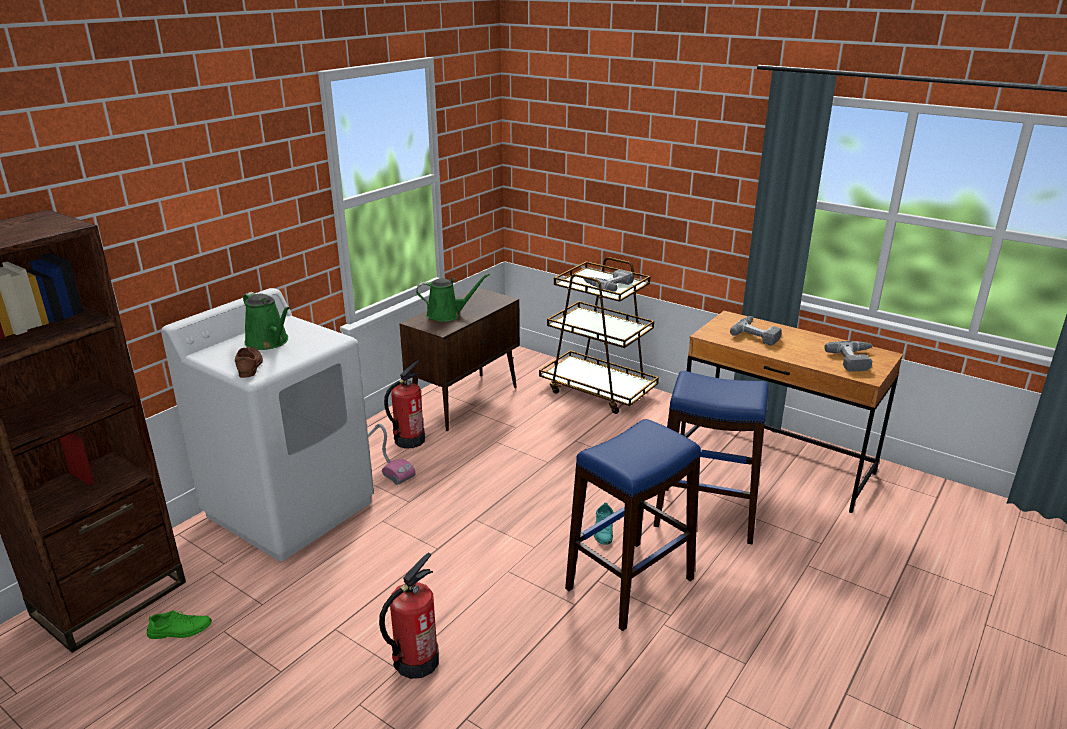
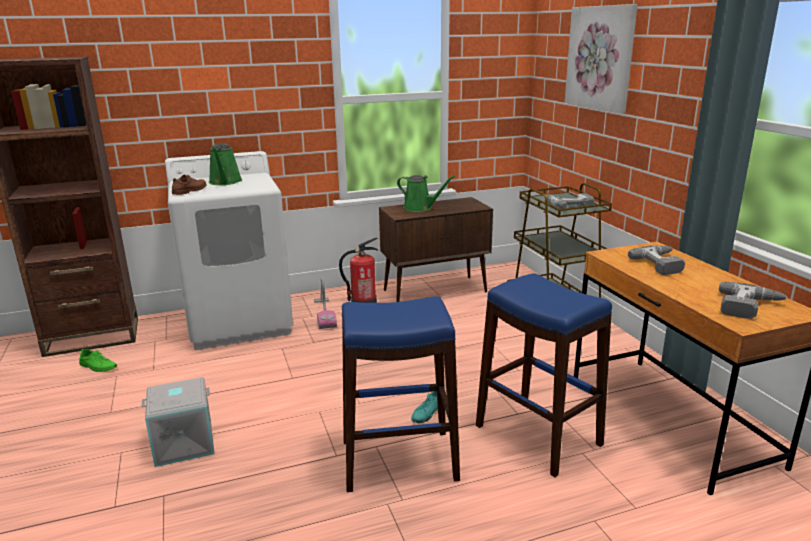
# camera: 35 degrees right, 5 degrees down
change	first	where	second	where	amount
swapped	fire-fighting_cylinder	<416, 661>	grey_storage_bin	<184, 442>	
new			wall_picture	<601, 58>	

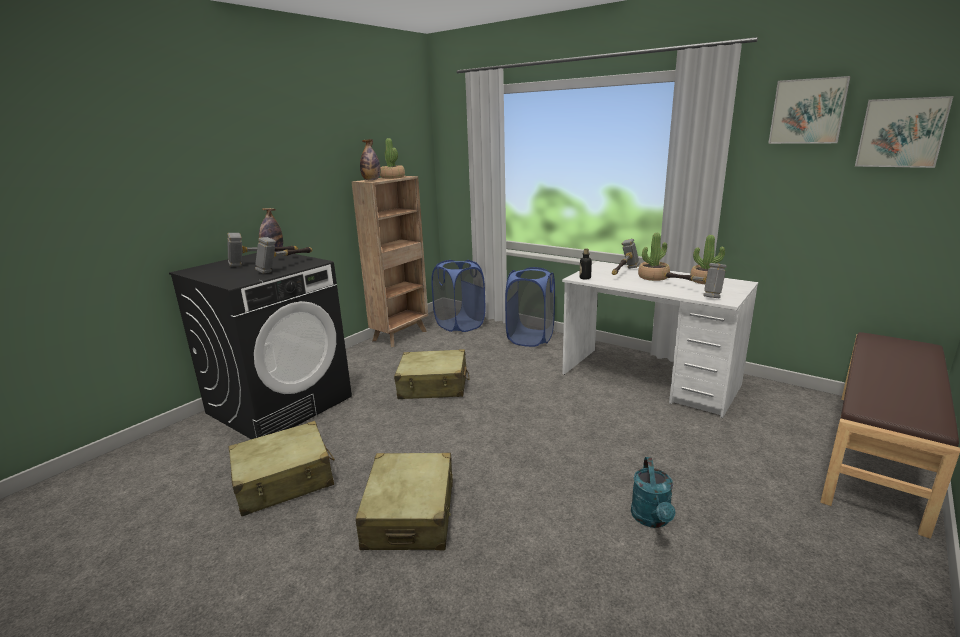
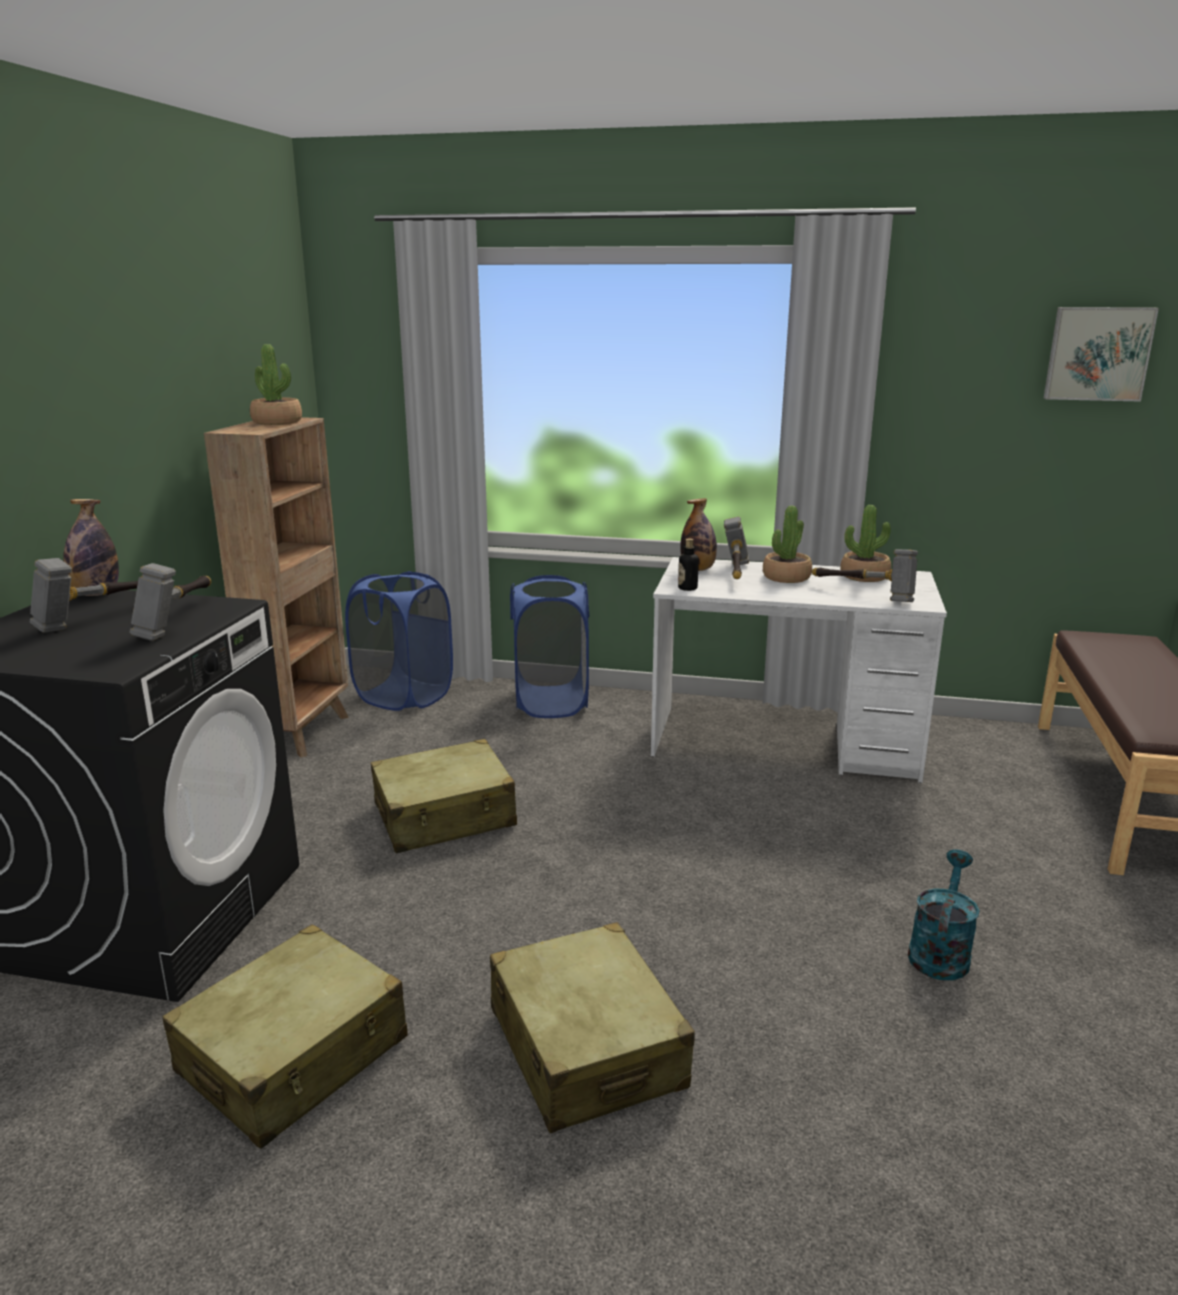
# camera: 25 degrees left, 0 degrees up
change	first	where	second	where	amount
shifted	bottle	<371, 180>		<698, 569>	
rotated	turquoise-coloured_sprinkling_can	<652, 519>		<940, 951>	135 degrees counterclockwise
gone	wall_picture	<808, 111>			

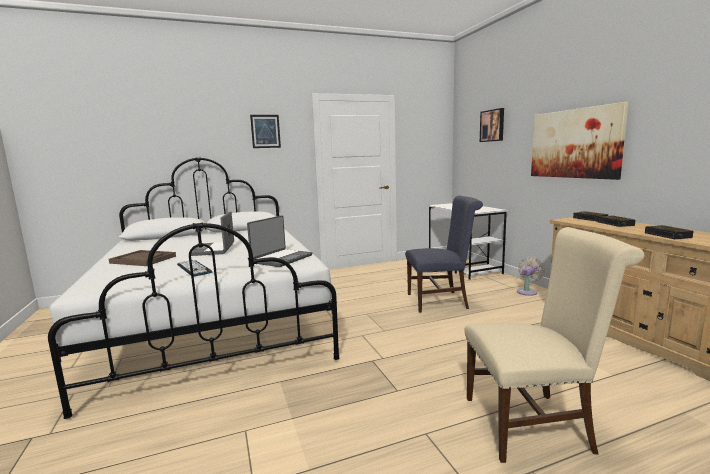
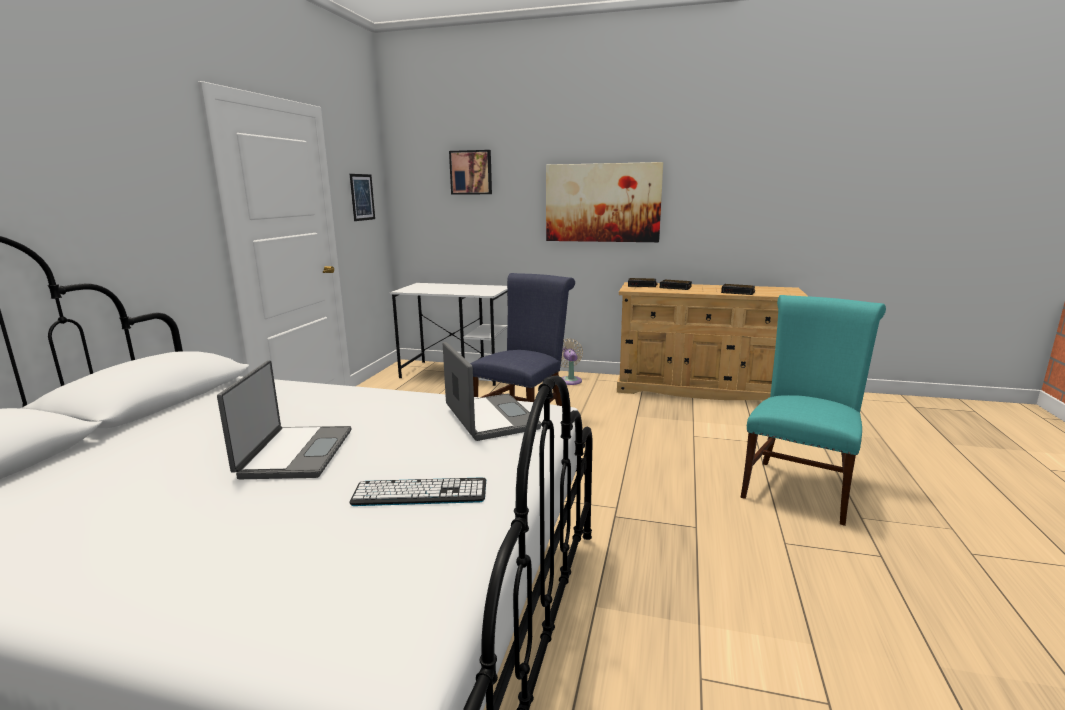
# camera: 55 degrees left, 5 degrees up
change	first	where	second	where	amount
gone	brown_carrying_tray	<143, 260>			
rotated	notebook_computer	<214, 249>		<294, 453>	120 degrees counterclockwise
shifted	wall_picture	<265, 131>		<362, 197>	
repainted	beige-coloured_upright_chair	<534, 423>	turquoise-coloured_upright_chair	<799, 487>	

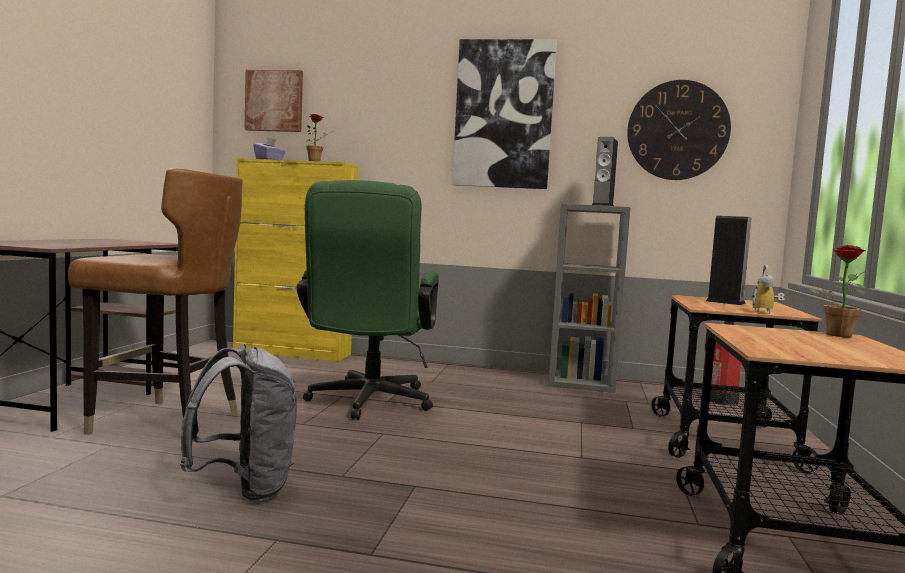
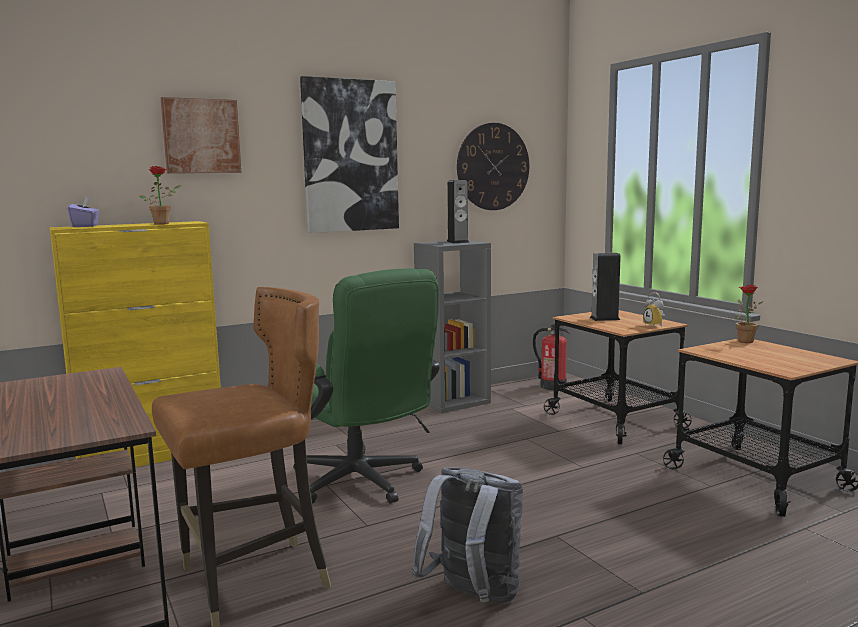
# camera: 40 degrees left, 5 degrees up
change	first	where	second	where	amount
shifted	wall_picture	<274, 101>		<201, 136>	

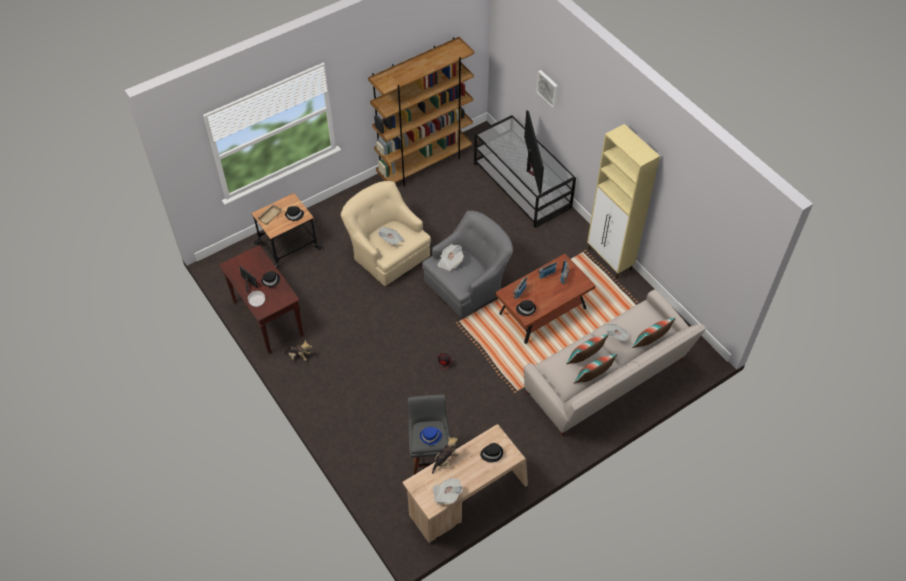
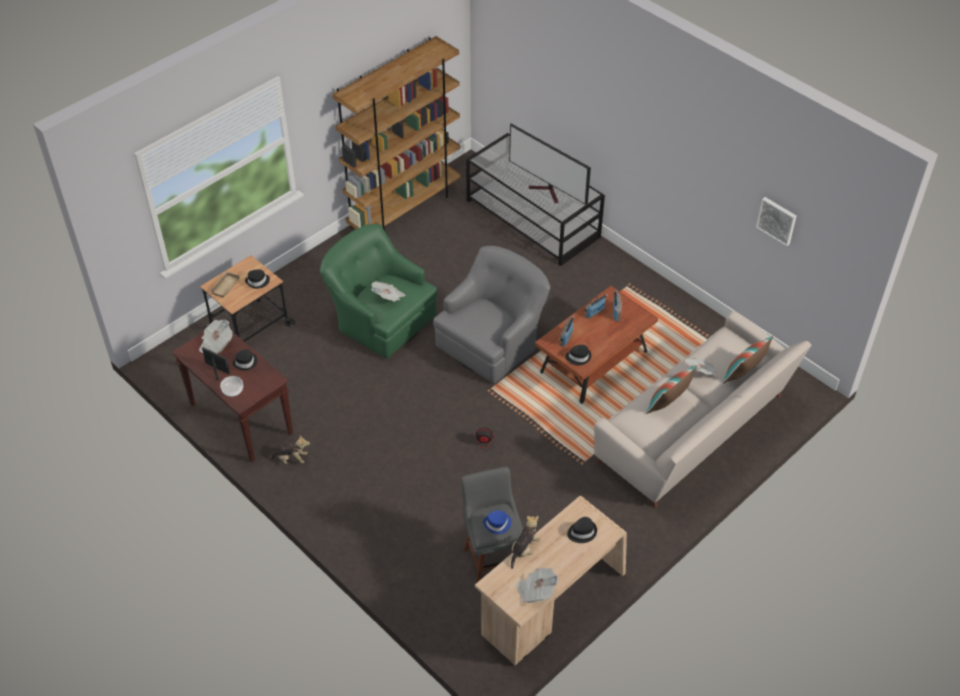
# camera: 10 degrees left, 5 degrees down
change	first	where	second	where	amount
repainted	beige-coloured_armchair	<387, 253>	green-coloured_armchair	<380, 319>	
shifted	newspaper	<450, 262>		<216, 344>	
rotated	TV	<532, 169>		<548, 192>	150 degrees clockwise
shifted	wall_picture	<548, 88>		<777, 220>	
gone	pillow	<592, 378>			
gone	beige-coloured_storage_cabinet	<610, 260>			

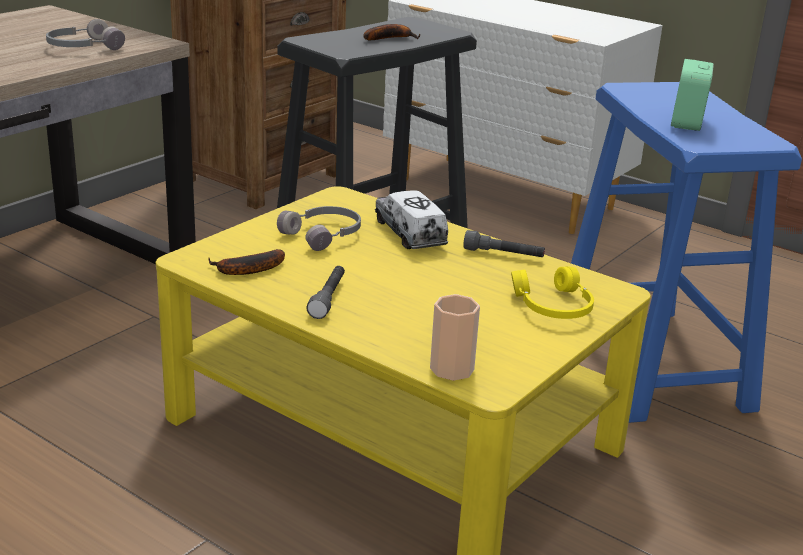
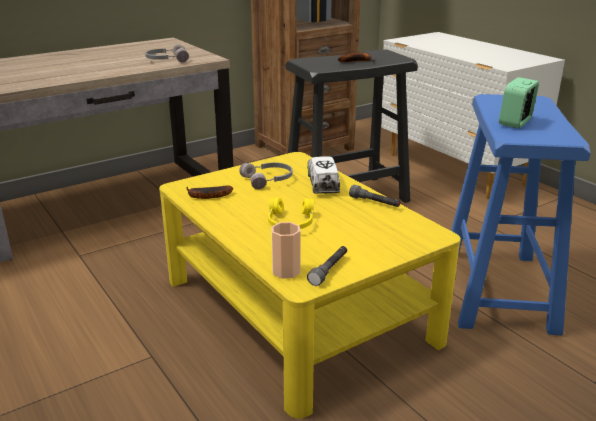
# camera: 20 degrees right, 0 degrees up
change	first	where	second	where	amount
shifted	grey_torch	<328, 299>		<329, 270>	
shifted	yellow_headphones	<552, 307>		<290, 222>	

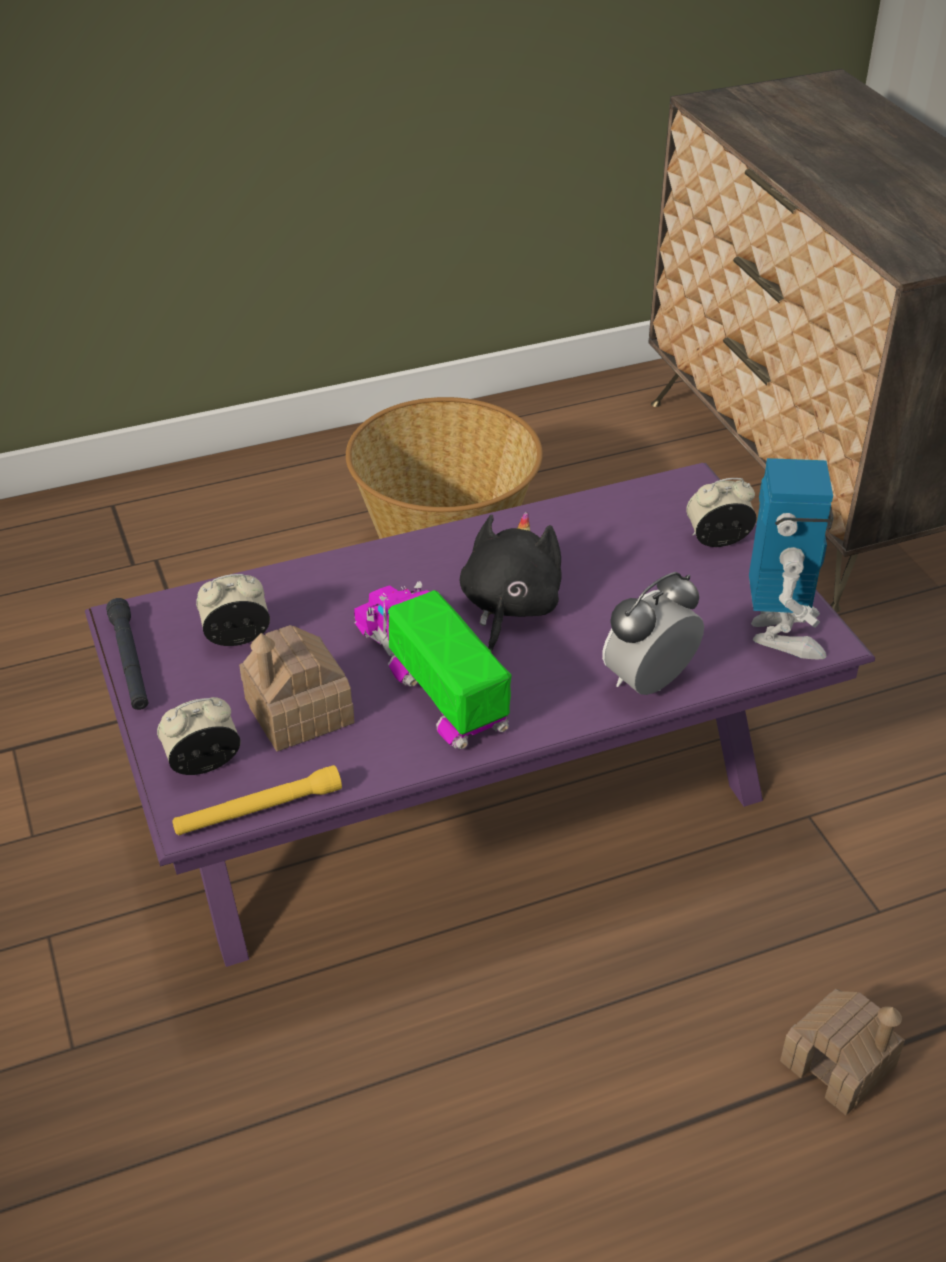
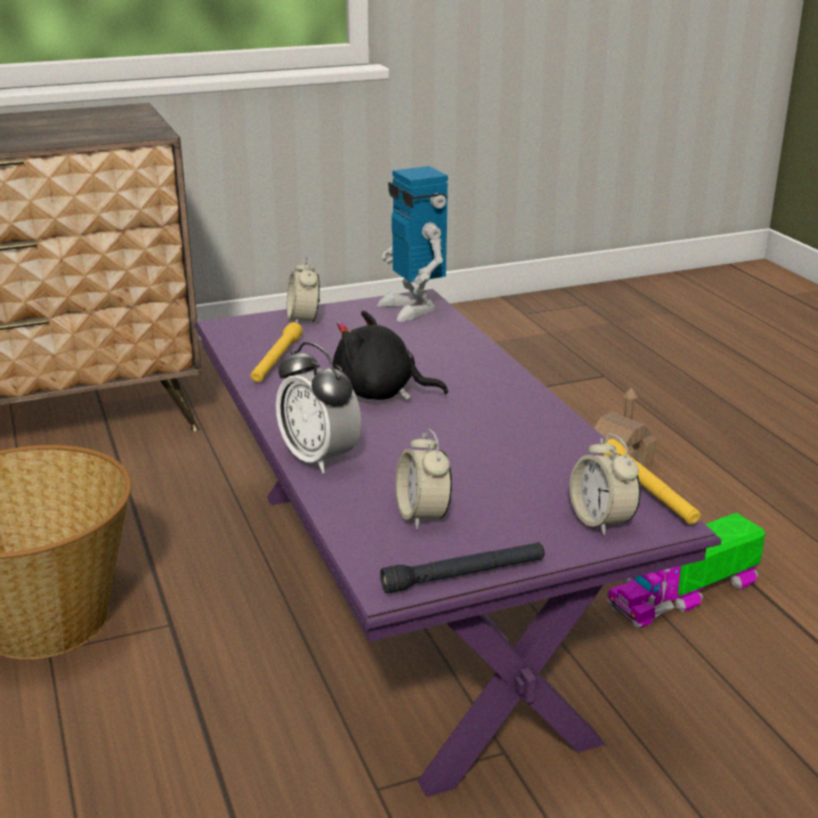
# camera: 90 degrees left, 15 degrees down
change	first	where	second	where	amount
gone	miniature_house	<298, 711>			
shifted	toy_lorry	<430, 678>		<684, 594>	
shifted	table_clock	<649, 682>		<319, 458>	
rotated	model_robot	<781, 632>		<413, 308>	120 degrees counterclockwise
new			yellow_torch	<276, 360>	

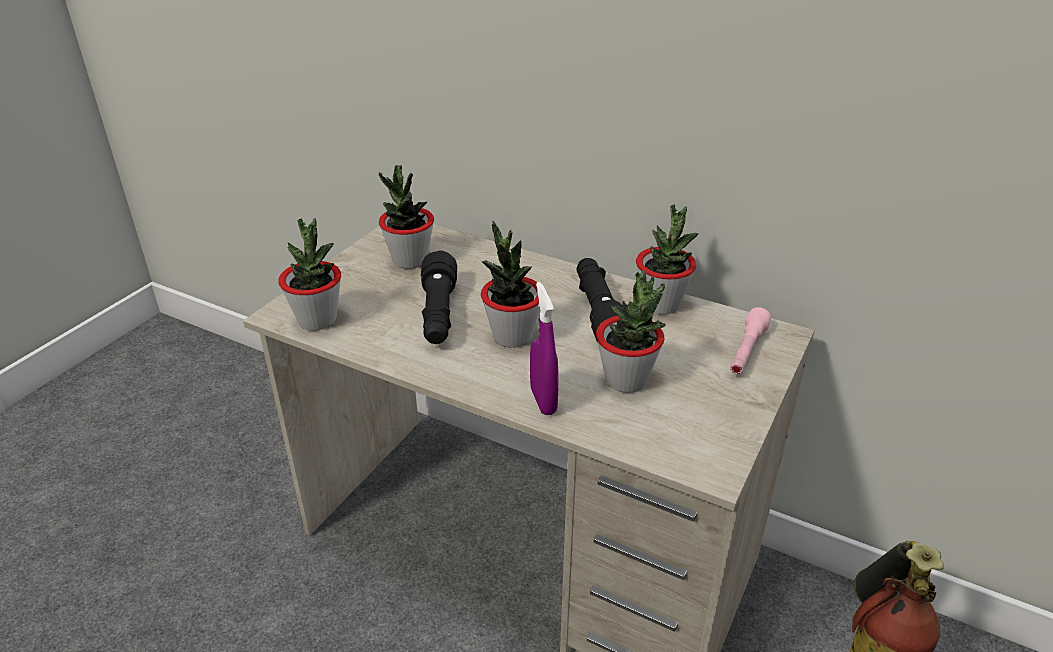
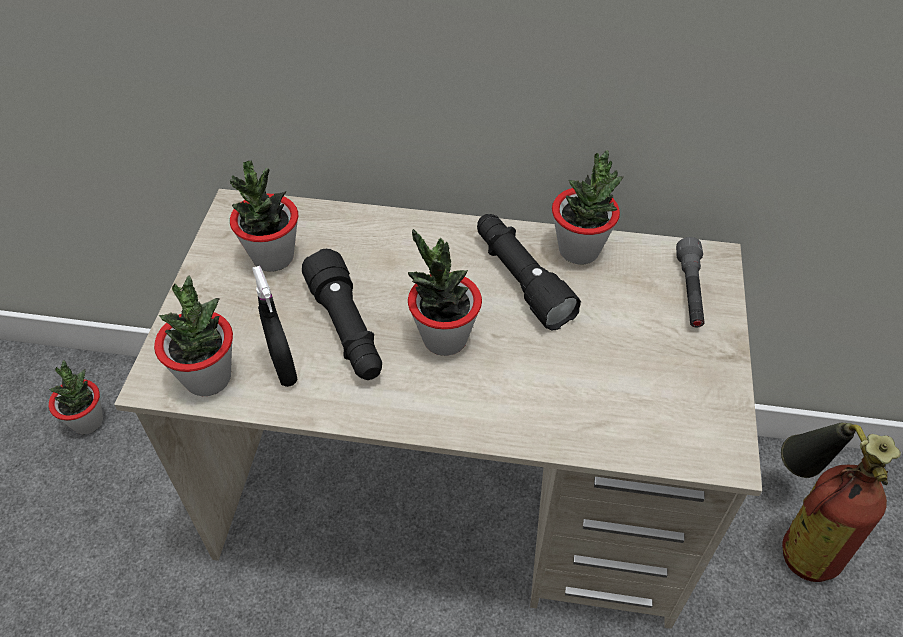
# camera: 20 degrees left, 15 degrees up
change	first	where	second	where	amount
gone	purple-coloured_sprayer	<543, 401>			
shifted	houseplant	<626, 380>		<88, 422>	
repainted	pinkish_torch	<746, 351>	grey_torch	<690, 291>	
new			blackish_sprayer	<284, 368>	

